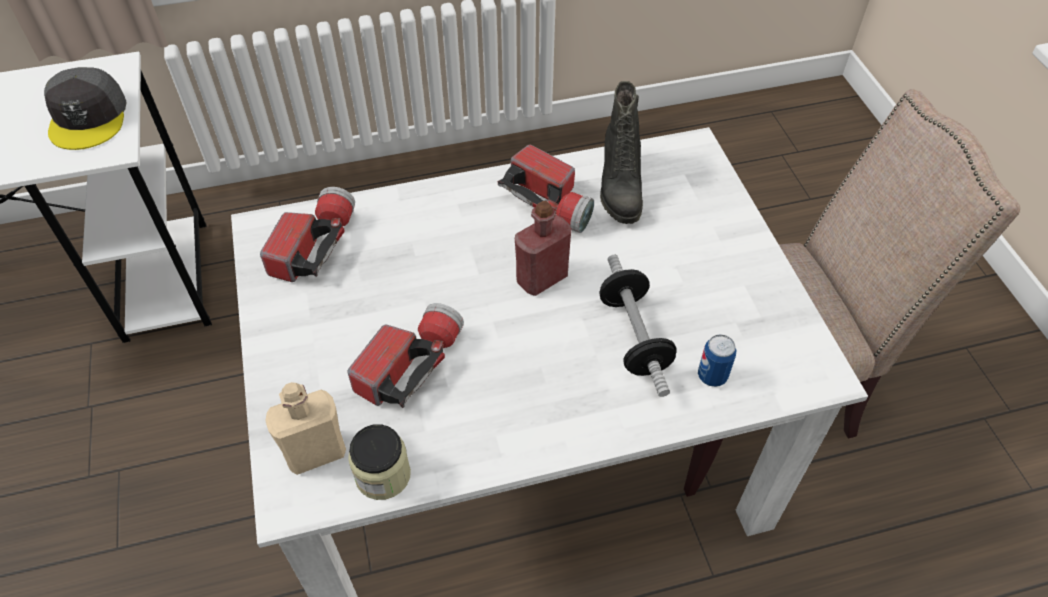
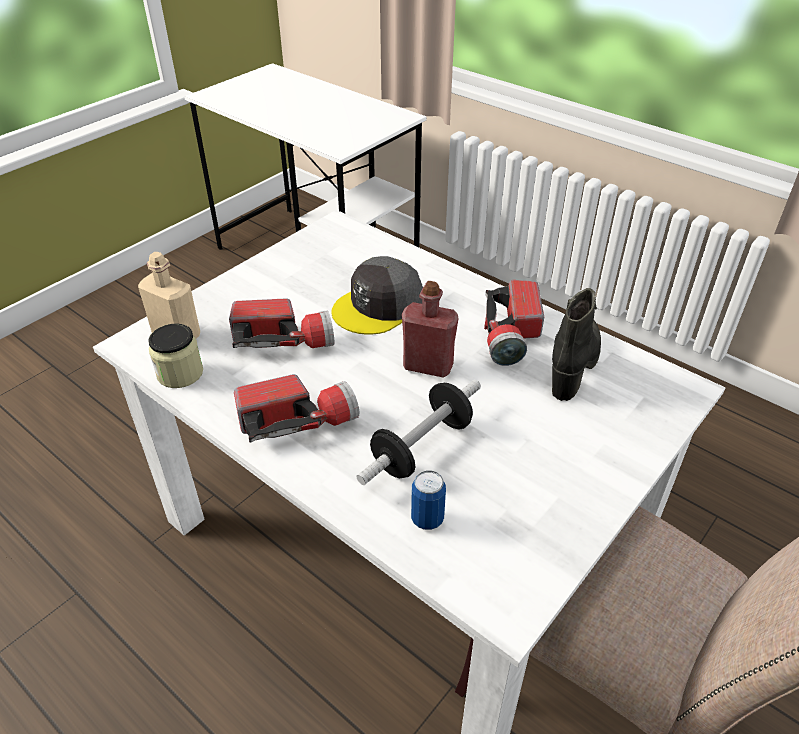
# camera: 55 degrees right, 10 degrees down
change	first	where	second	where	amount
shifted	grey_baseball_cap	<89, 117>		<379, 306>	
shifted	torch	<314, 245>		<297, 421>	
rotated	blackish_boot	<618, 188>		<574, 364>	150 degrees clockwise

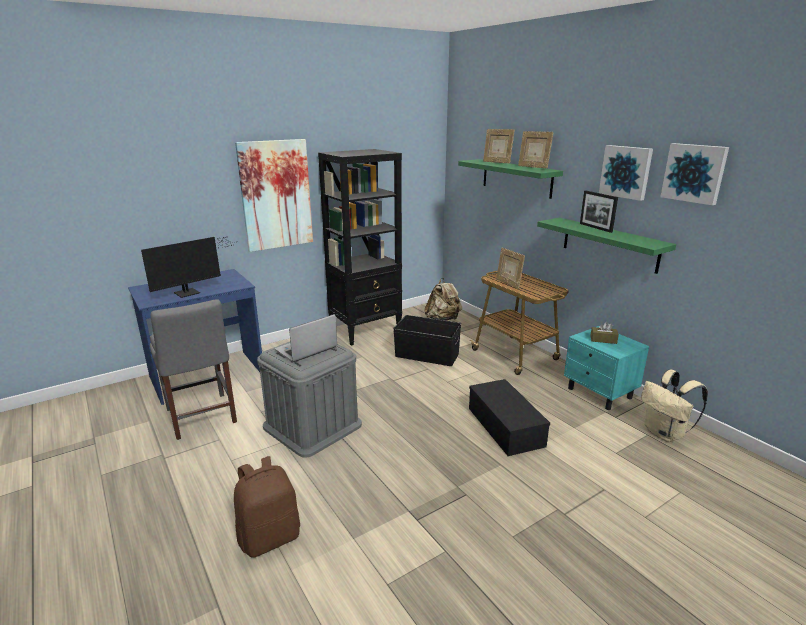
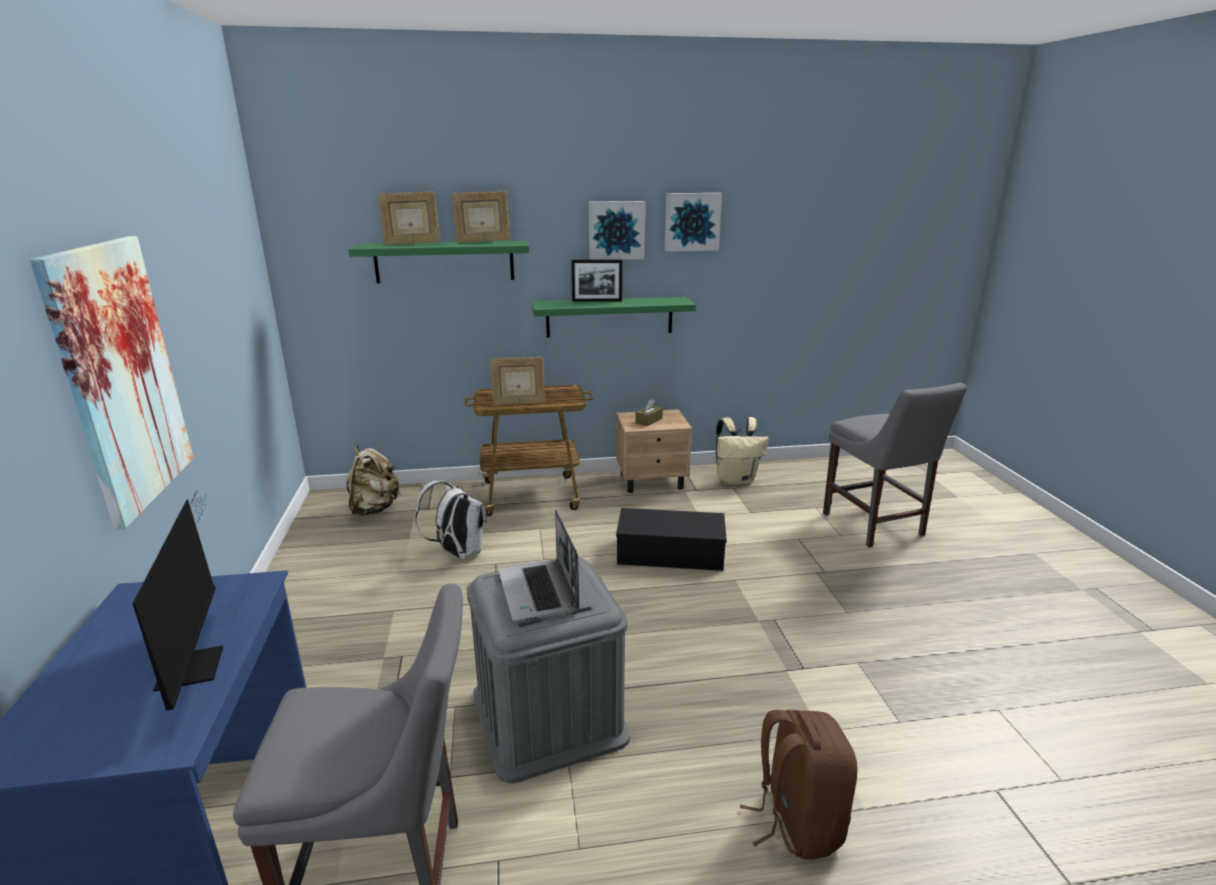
# camera: 65 degrees left, 0 degrees up
change	first	where	second	where	amount
gone	blackish_bookshelf	<366, 330>			
swapped	blackish_storage_bin	<426, 355>	whitish_rucksack	<458, 553>	
repainted	turquoise-coloured_night_table	<600, 393>	beige-coloured_night_table	<652, 481>	
new			grey_upright_chair	<875, 526>	

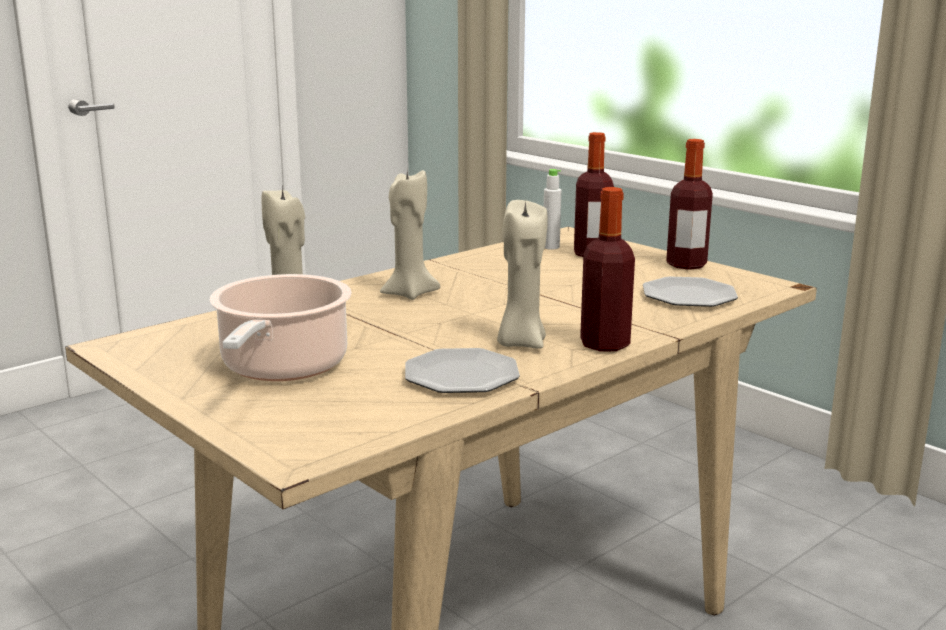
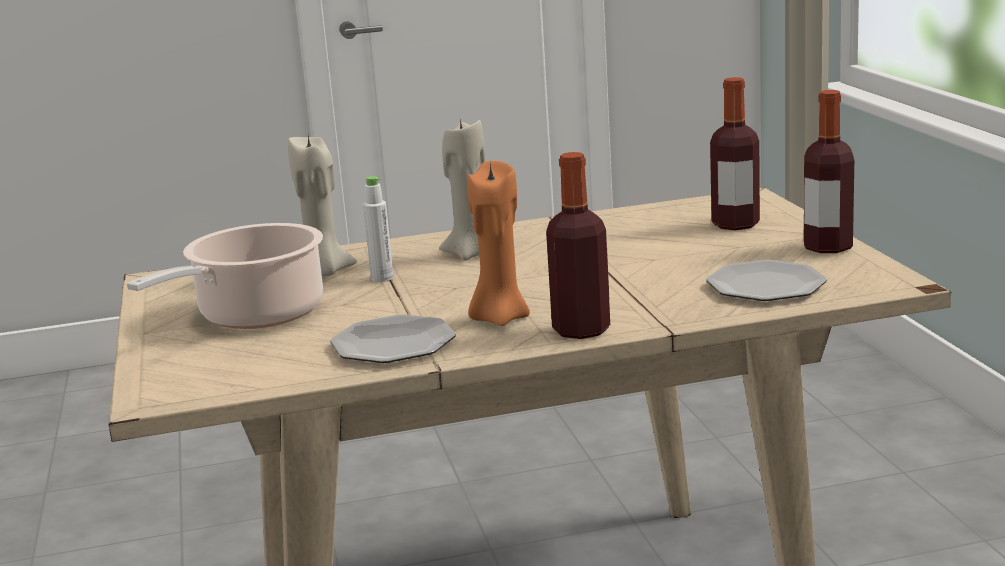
# camera: 30 degrees right, 0 degrees up
change	first	where	second	where	amount
repainted	beige-coloured_wax_candle	<521, 343>	orangey_wax_candle	<499, 318>	
shifted	whitish_bottle	<551, 247>		<382, 278>	

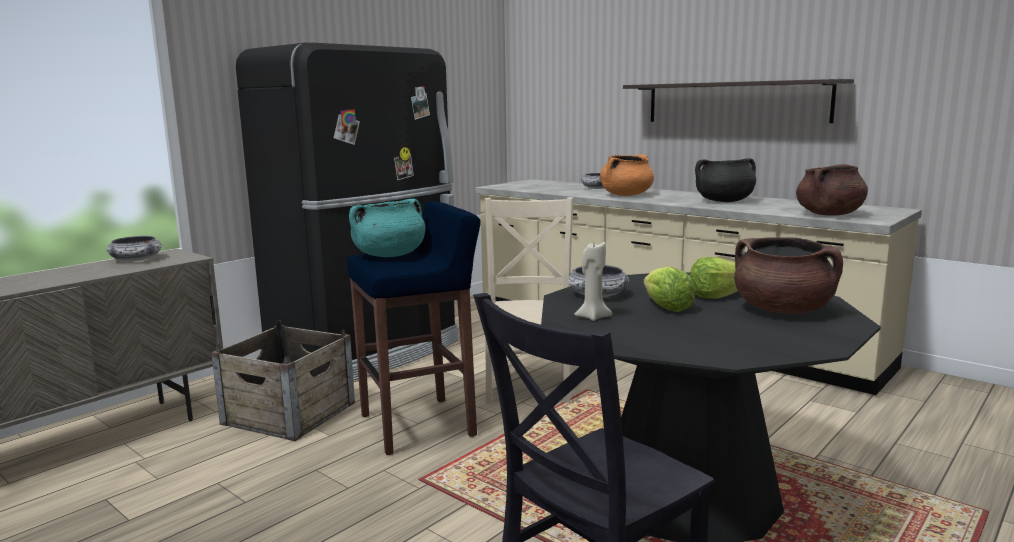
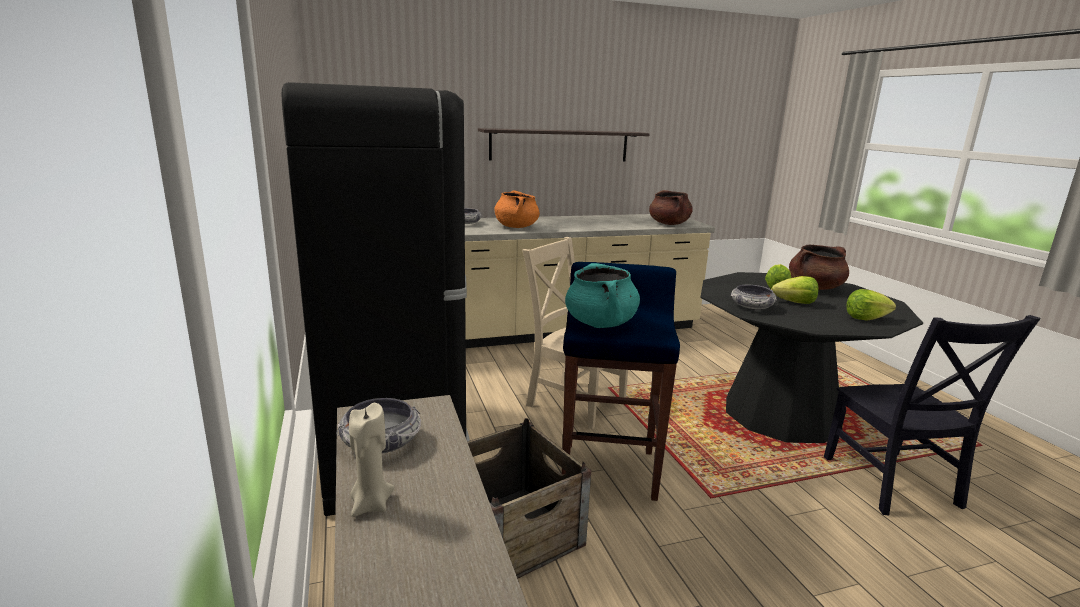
# camera: 60 degrees left, 5 degrees up
change	first	where	second	where	amount
shifted	beige-coloured_wax_candle	<593, 317>		<371, 505>	
gone	blackish_stockpot	<724, 201>			
new			lettuce_head	<865, 318>	

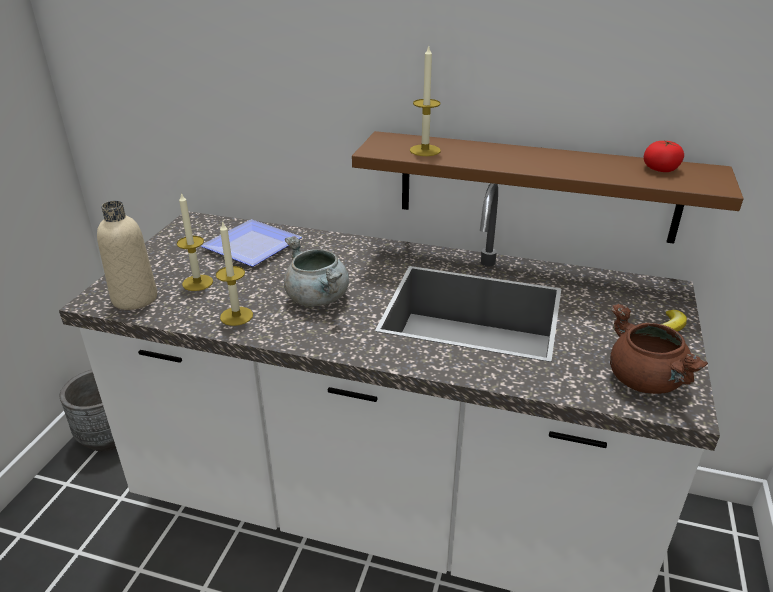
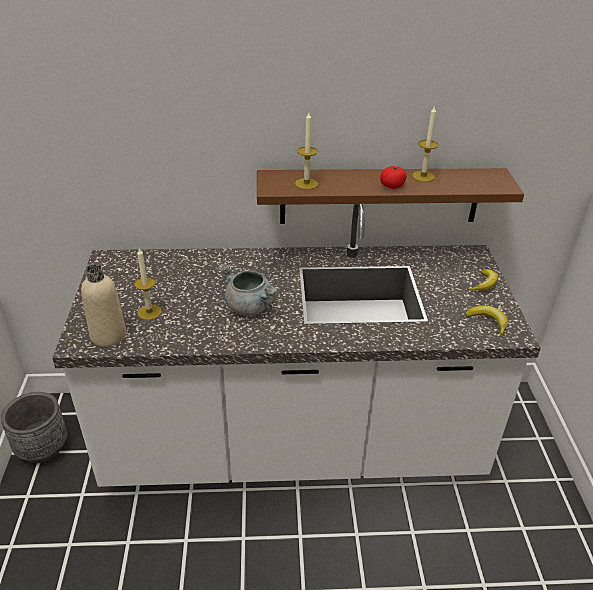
# camera: 20 degrees left, 5 degrees up
change	first	where	second	where	amount
gone	plate	<252, 248>			
shifted	wax_candle	<236, 316>		<423, 176>	
swapped	brown_stockpot	<646, 380>	banana_fruit	<488, 322>	
shifted	fresh_tomato	<660, 169>		<392, 185>	

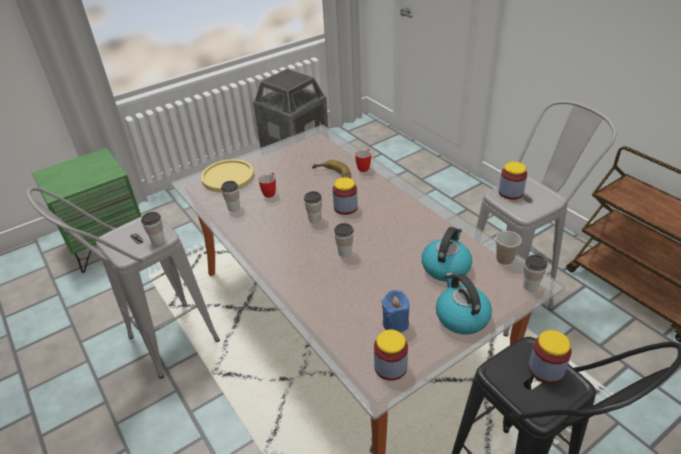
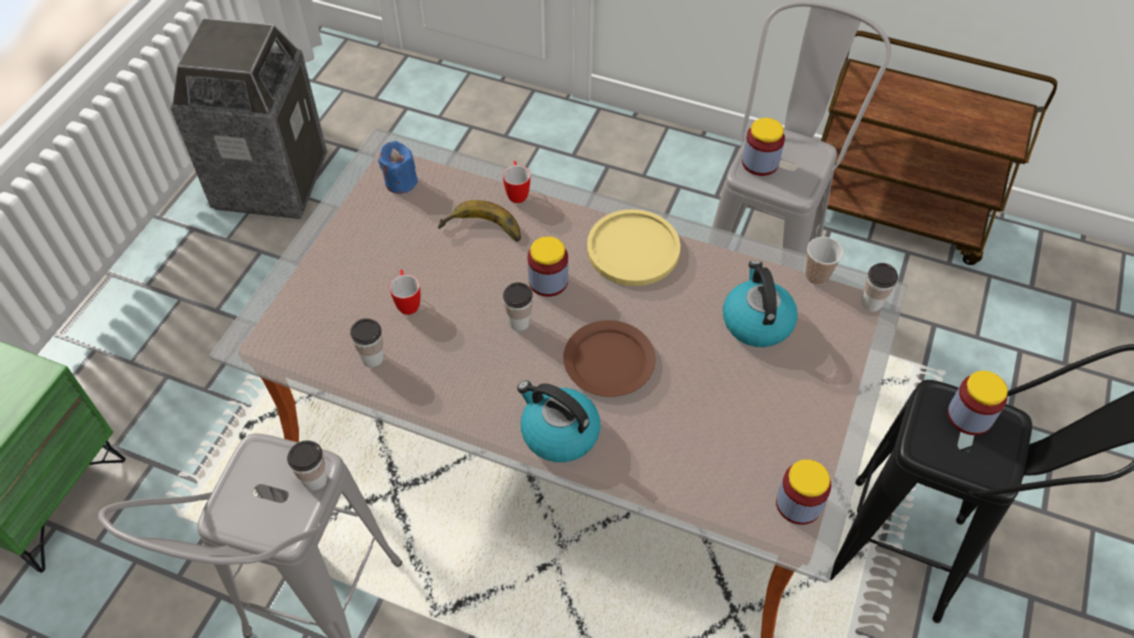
# camera: 35 degrees left, 15 degrees up
change	first	where	second	where	amount
shifted	yellow_plate	<228, 177>		<633, 249>	
swapped	cup	<345, 252>	brown_plate	<609, 360>	
shifted	blue_wax_candle	<395, 323>		<400, 182>	
shifted	kettle	<461, 317>		<558, 433>	

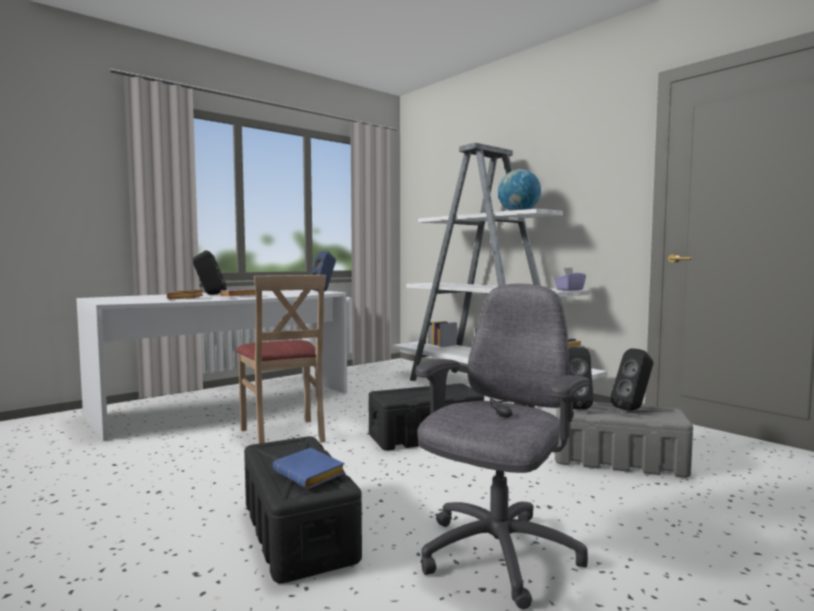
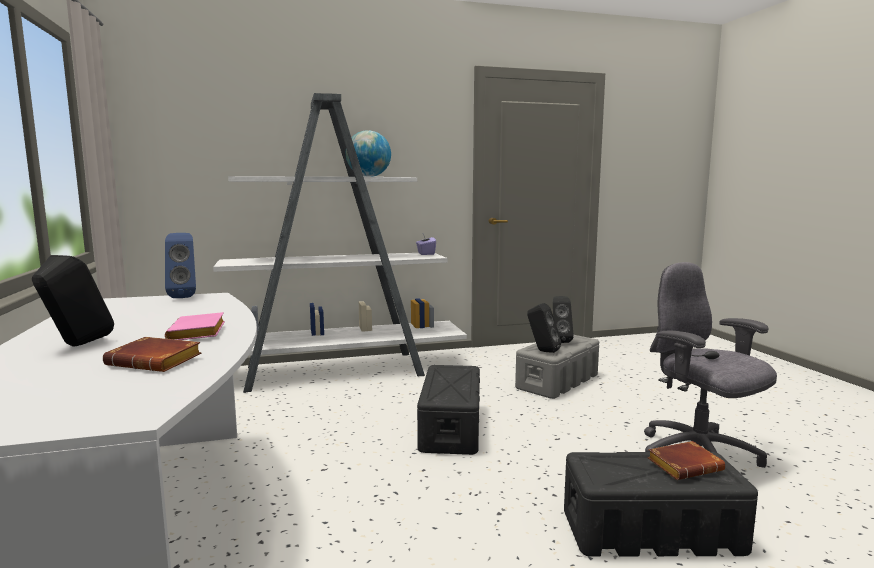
# camera: 65 degrees left, 5 degrees up
change	first	where	second	where	amount
gone	beige-coloured_upright_chair	<283, 435>			
repainted	blue_book	<311, 474>	brown_book	<684, 465>	

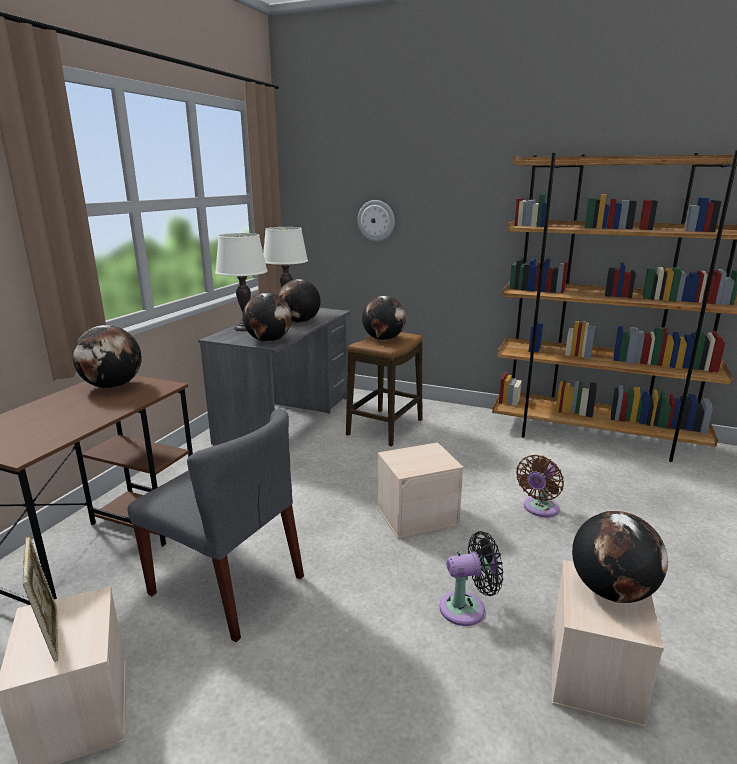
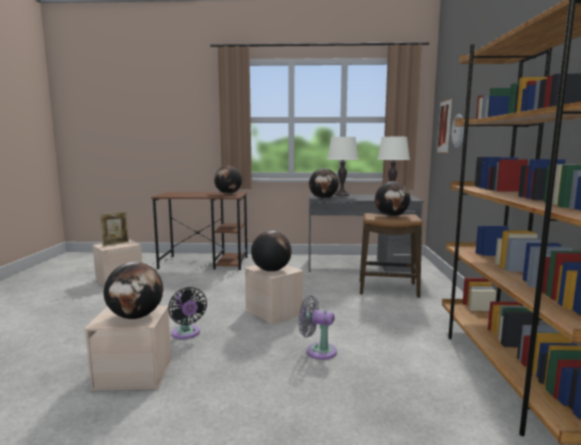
# camera: 70 degrees right, 10 degrees down
change	first	where	second	where	amount
gone	grey_upright_chair	<228, 585>			
shifted	globe	<300, 322>		<271, 270>	
repainted	brown_electric_fan	<539, 509>	grey_electric_fan	<317, 351>	
new			wall_picture	<444, 126>	

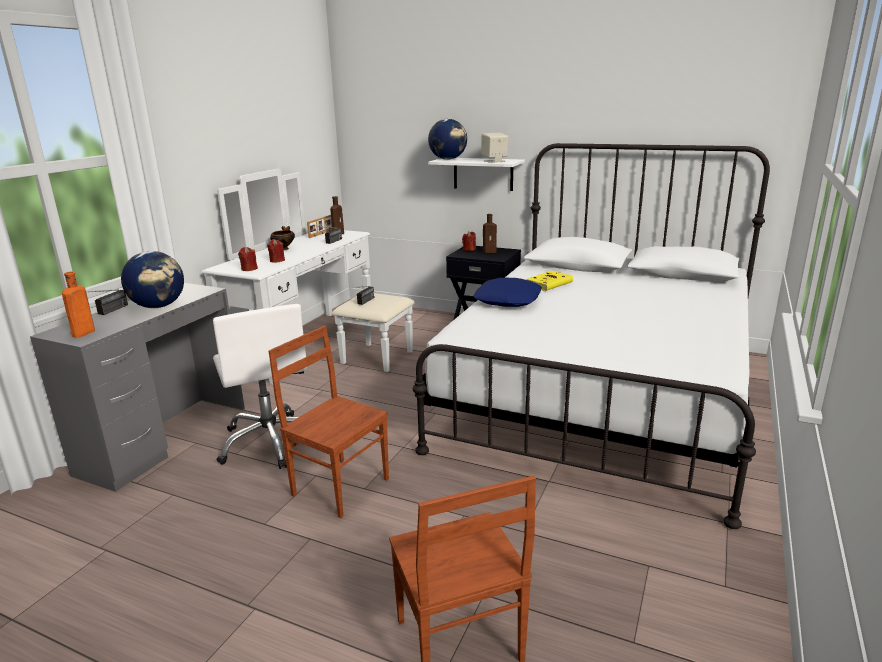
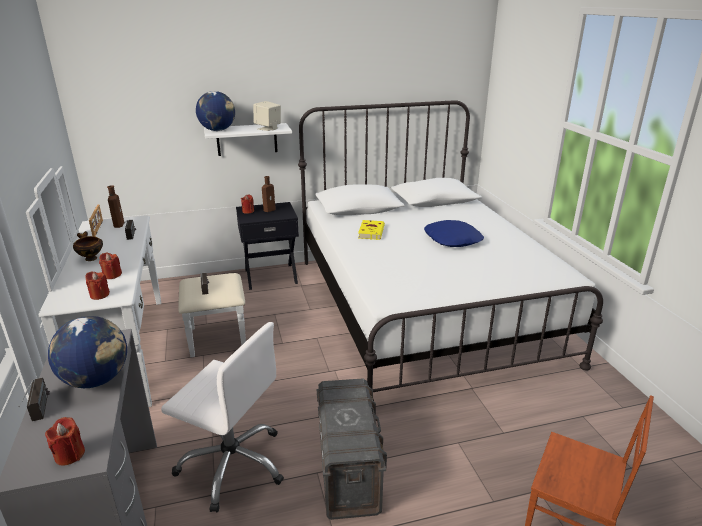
# camera: 40 degrees left, 5 degrees up
change	first	where	second	where	amount
swapped	orangey_bottle	<82, 333>	red_wax_candle	<69, 454>	
swapped	brown_upright_chair	<340, 486>	grey_storage_bin	<348, 470>	
shifted	blue_pillow	<508, 300>		<453, 239>	

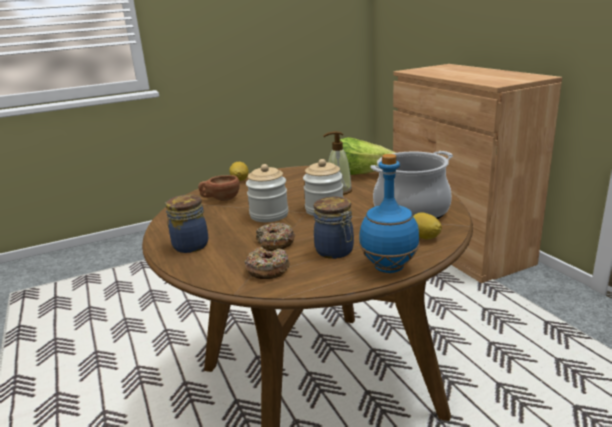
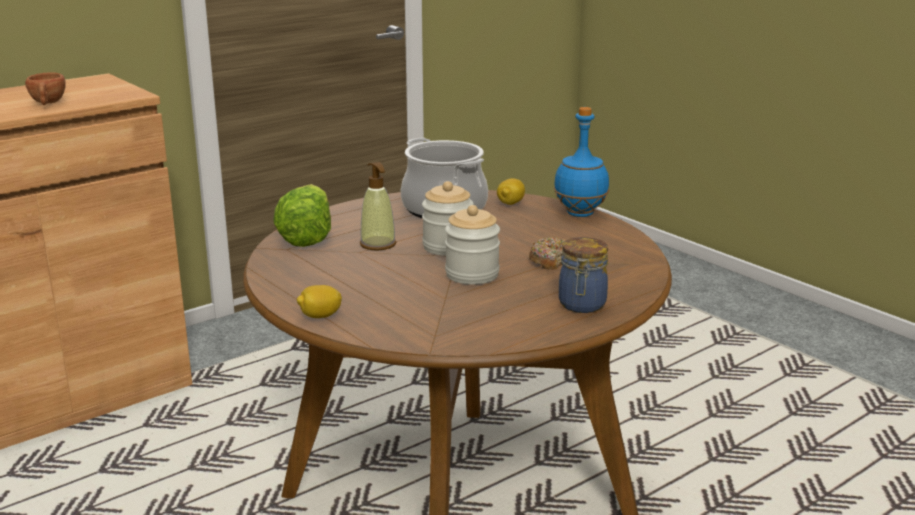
# camera: 105 degrees left, 0 degrees up
change	first	where	second	where	amount
shifted	brown_cup	<220, 199>		<48, 104>	
gone	donut	<267, 270>			
gone	jar	<335, 251>			

